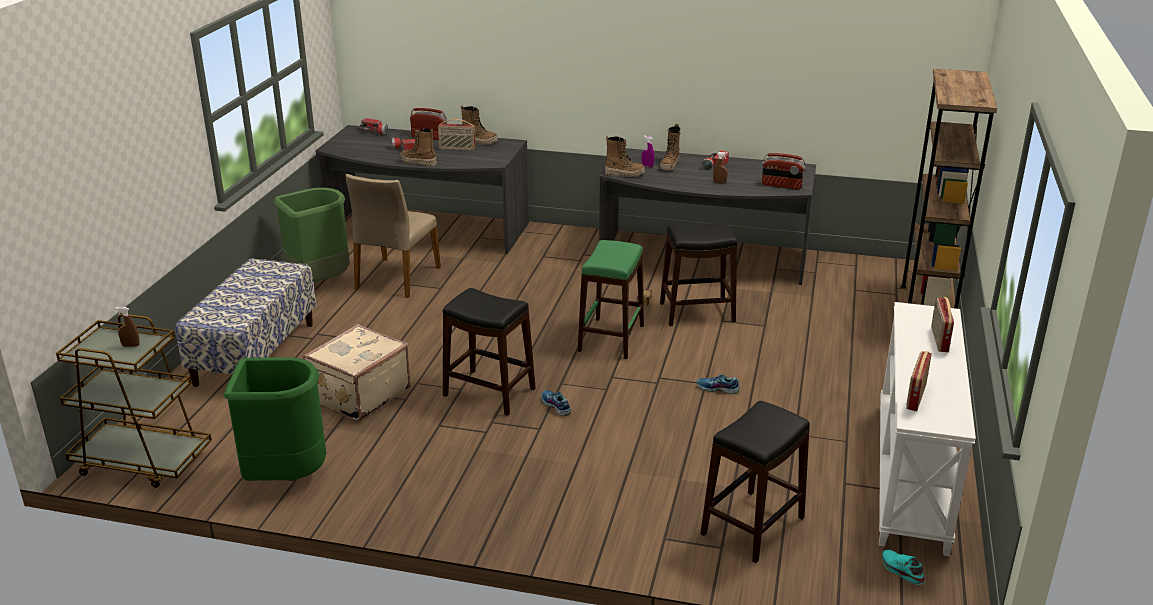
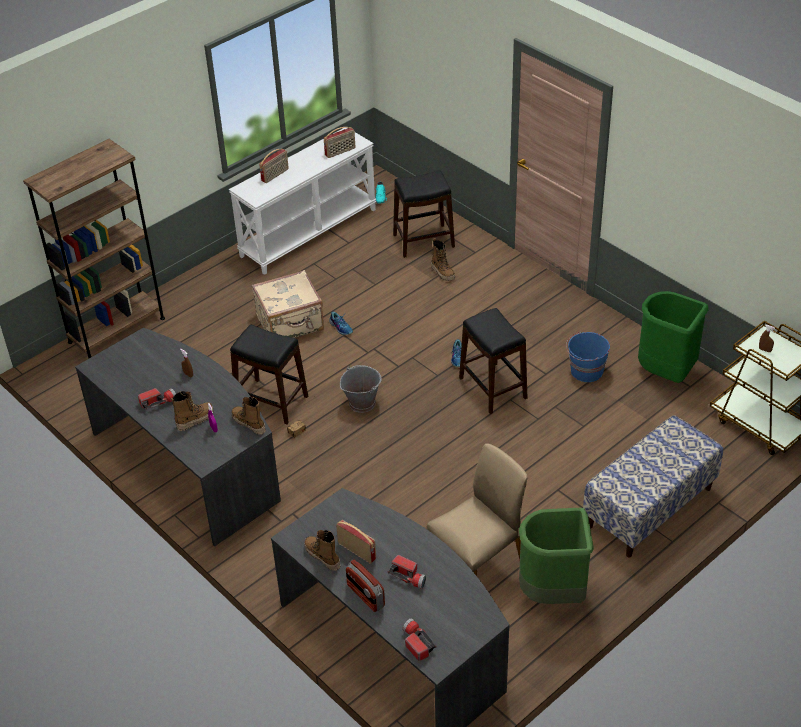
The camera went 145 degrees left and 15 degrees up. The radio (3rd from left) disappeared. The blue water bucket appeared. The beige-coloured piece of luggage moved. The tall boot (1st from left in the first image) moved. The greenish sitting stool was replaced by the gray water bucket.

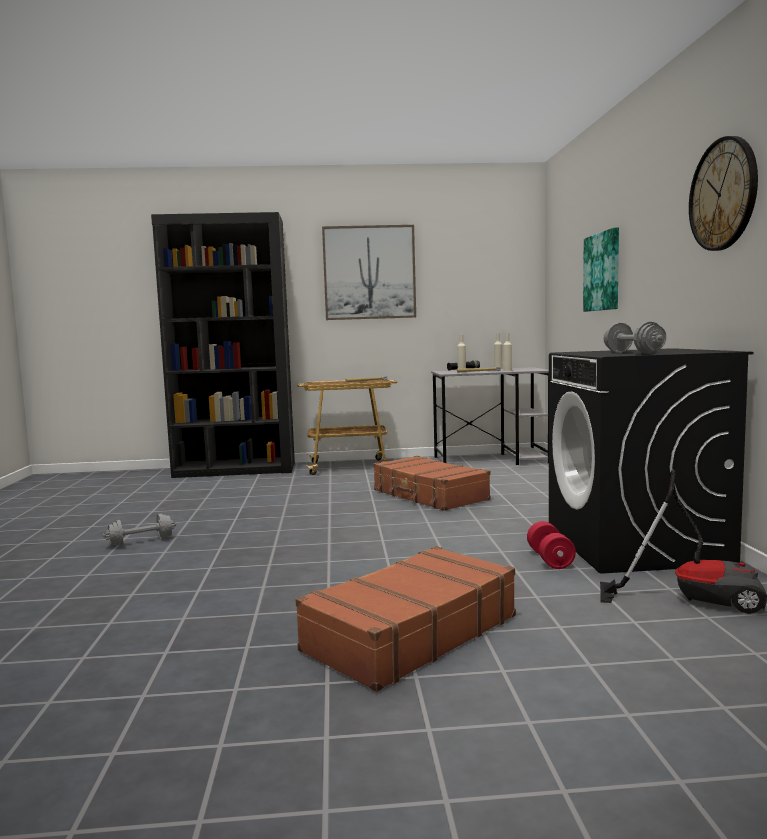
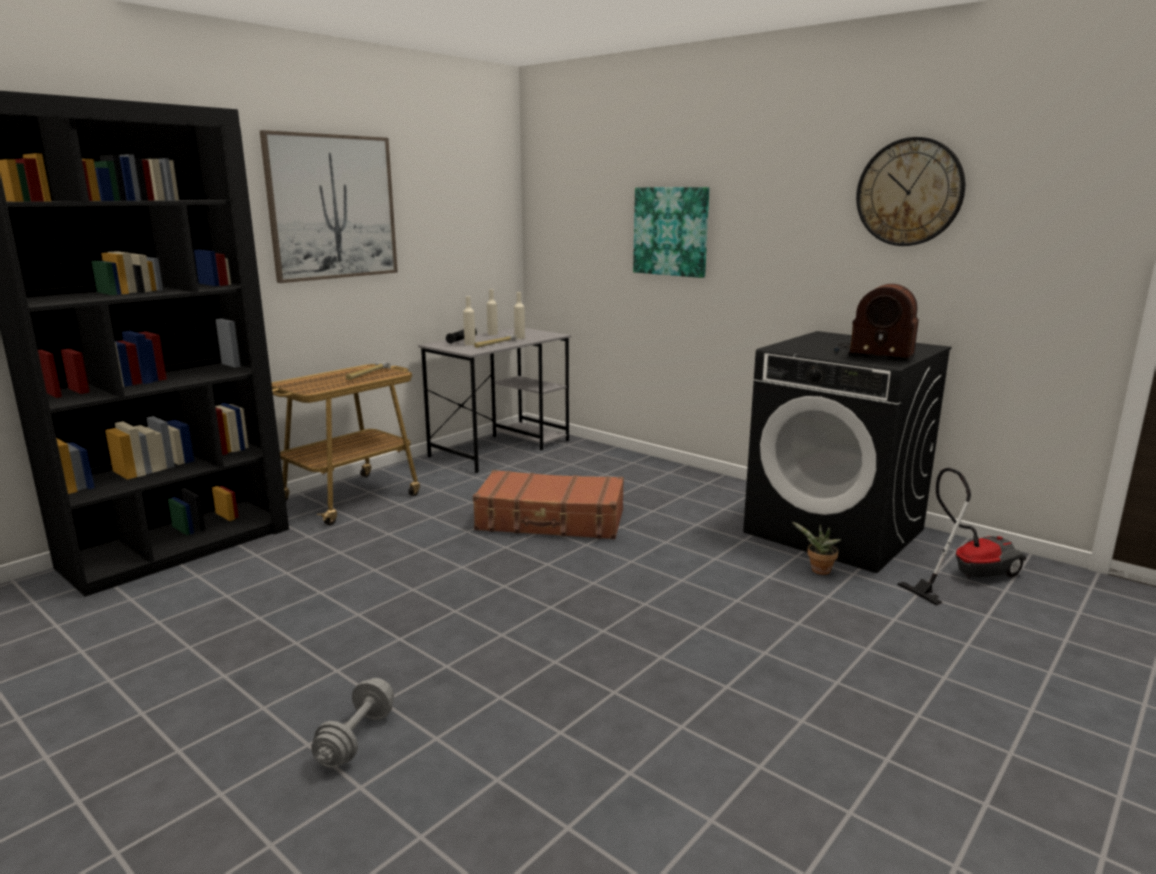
The camera went 45 degrees left and 10 degrees up. The brownish piece of luggage (1st from left) disappeared. The red-coloured dumbbell was replaced by the plant in a pot. The gray dumbbell (2nd from left) was replaced by the radio.

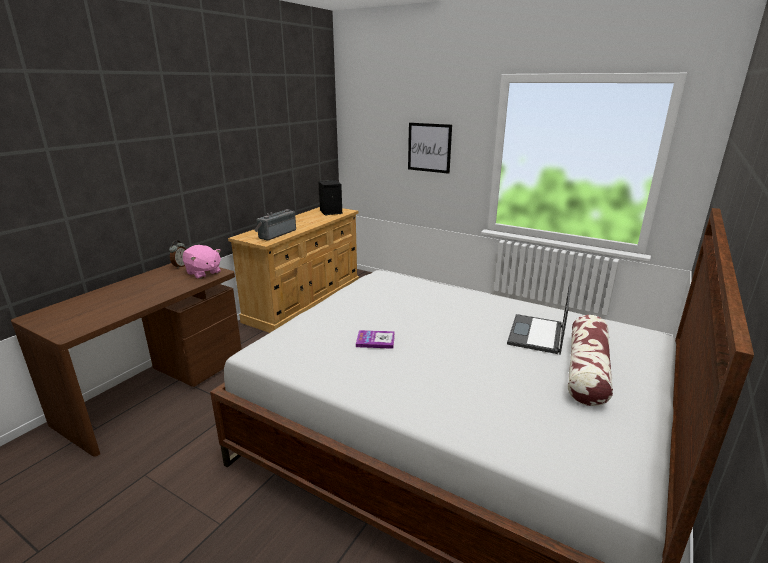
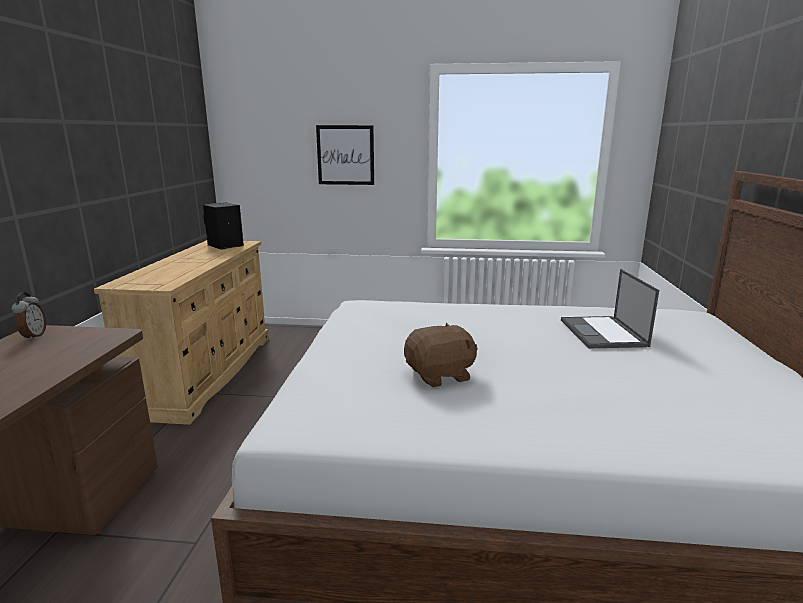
The camera went 25 degrees left and 5 degrees down. The pink cuddly toy disappeared. The radio disappeared. The throw pillow disappeared. The volume was replaced by the brownish cuddly toy.

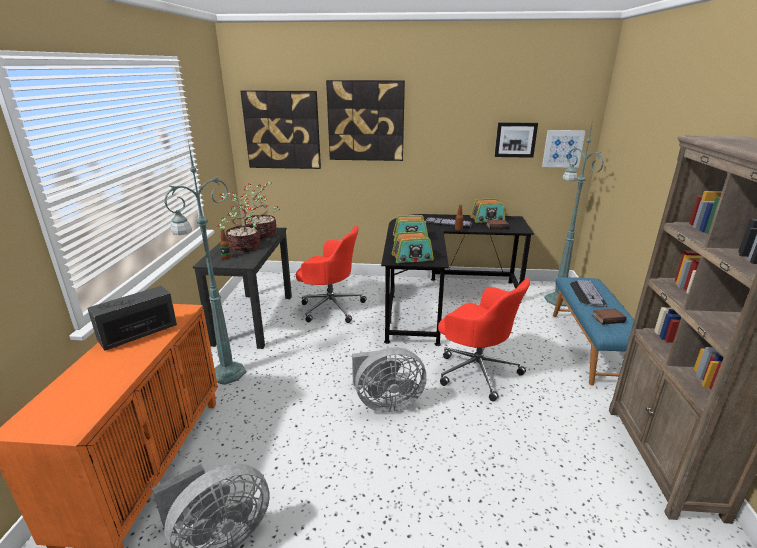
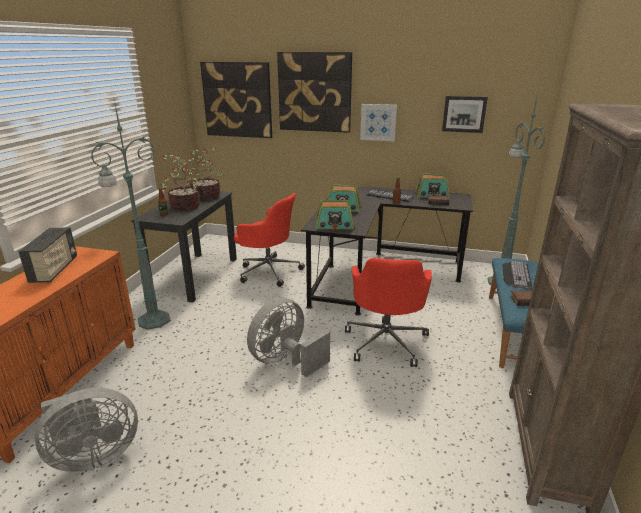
The camera went 10 degrees right and 0 degrees up. The wall art (4th from left in the first image) moved. The radio (1st from left) turned 120 degrees clockwise. The gray cooling fan (2nd from left) turned 135 degrees clockwise. The red-coloured computer chair (2nd from left) turned 45 degrees clockwise.

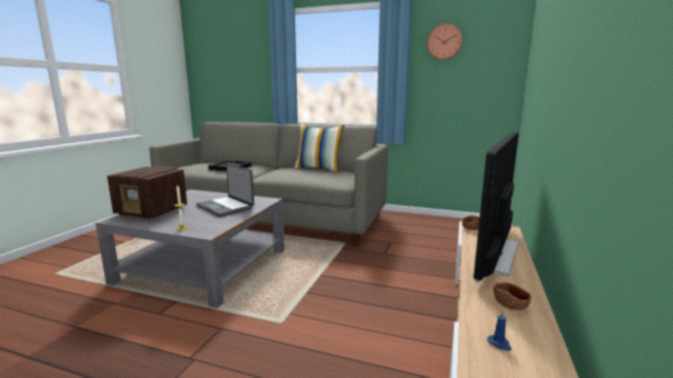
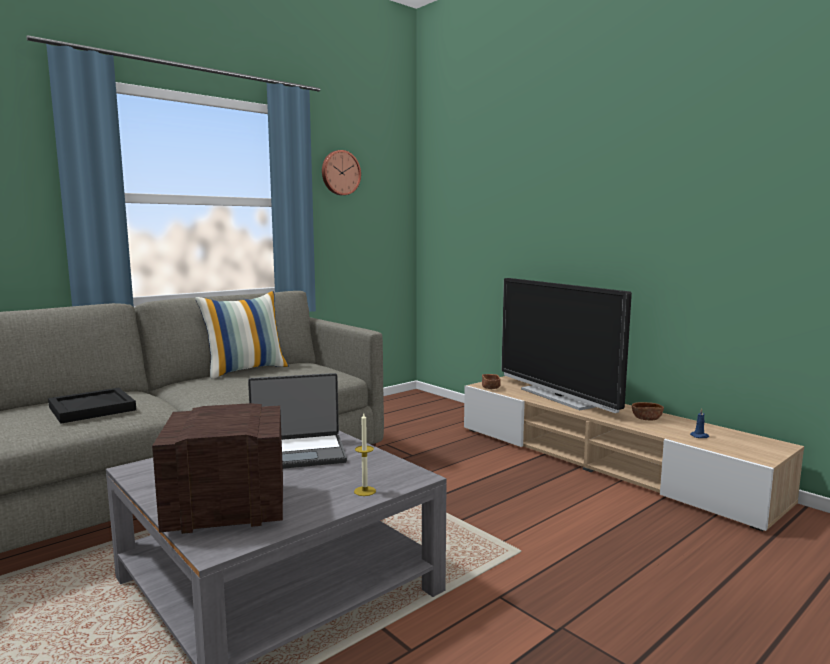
The camera went 60 degrees left and 5 degrees down. The radio turned 150 degrees counterclockwise.

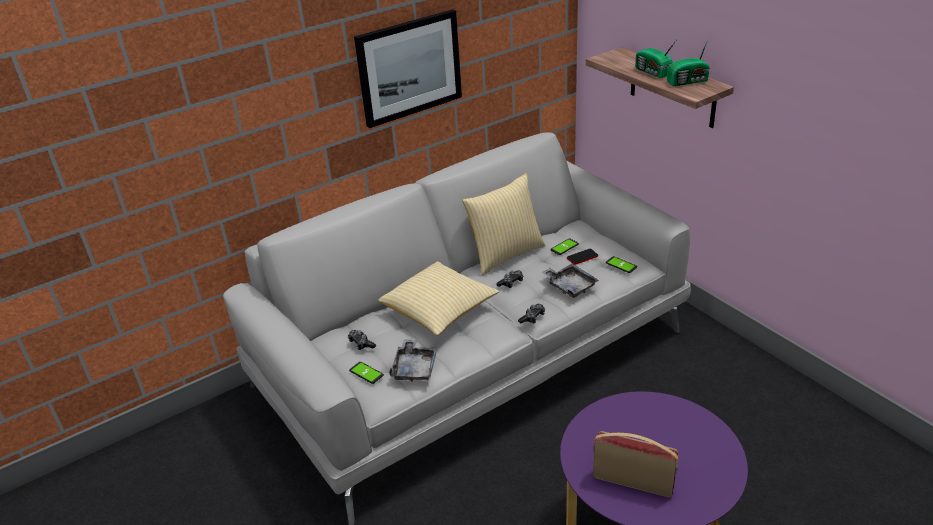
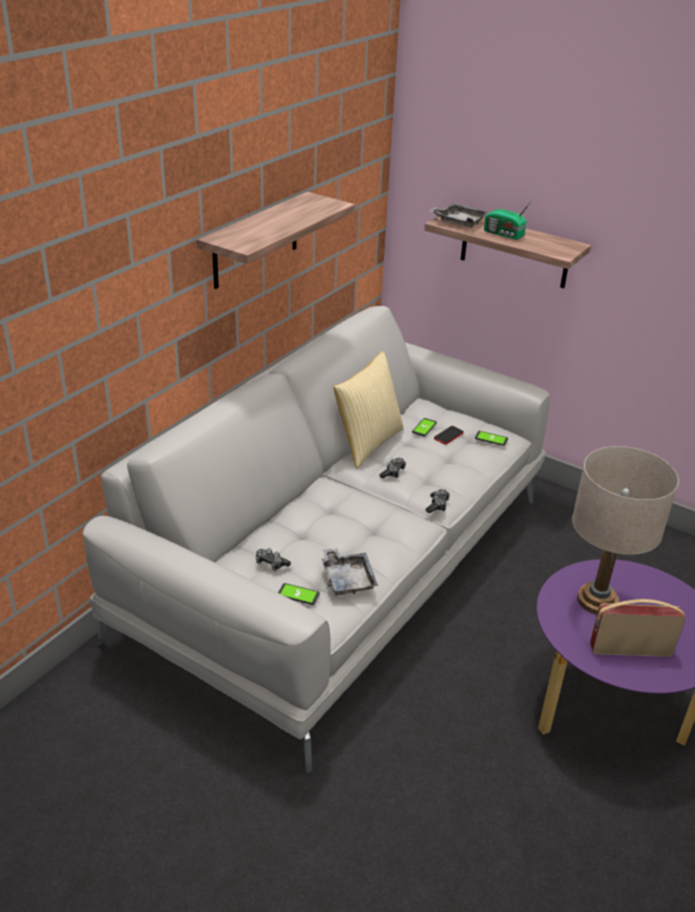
The camera went 25 degrees left and 0 degrees up. The throw pillow (1st from left) disappeared. The radio (3rd from left) disappeared. The beige-coloured table lamp appeared. The gray tray (2nd from left) moved. The wall art was replaced by the bracket shelf (1st from left).

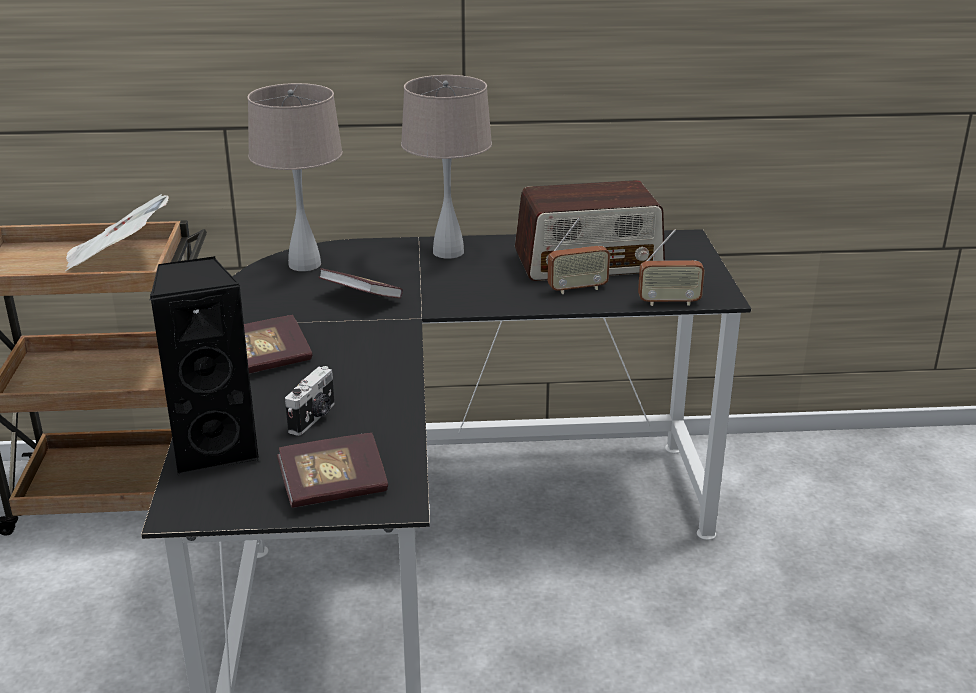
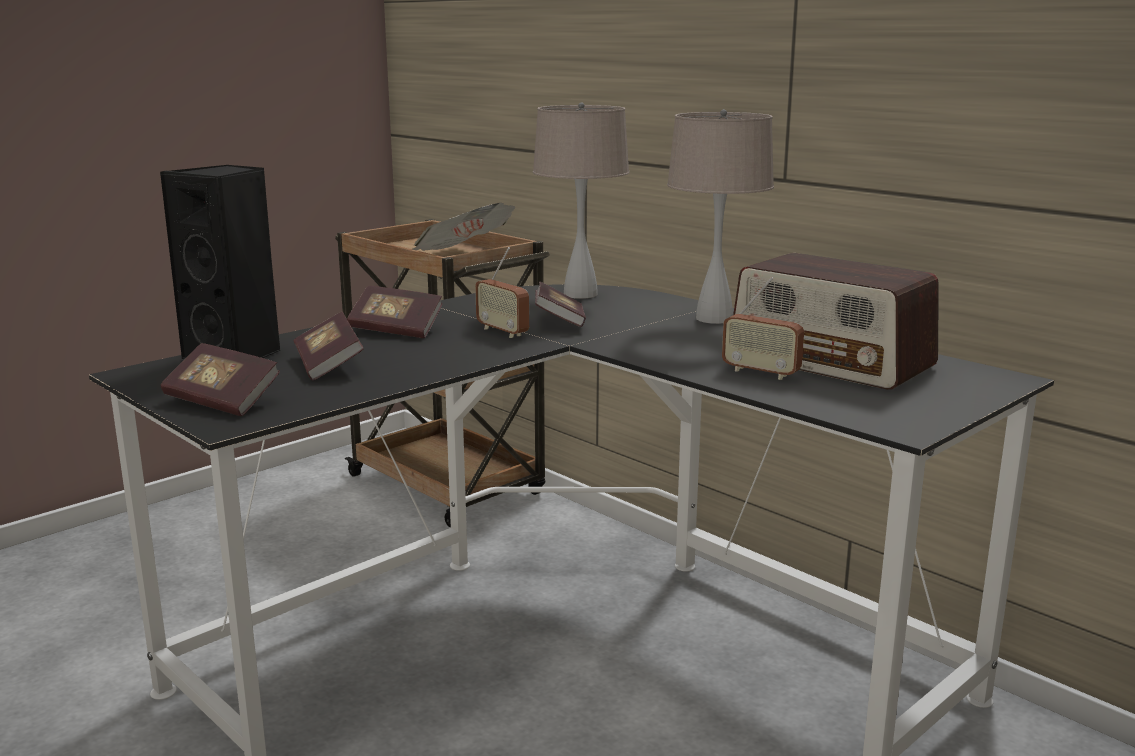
The camera went 50 degrees right and 10 degrees down. The radio (3rd from left in the first image) moved. The photo camera was replaced by the volume (2nd from left).

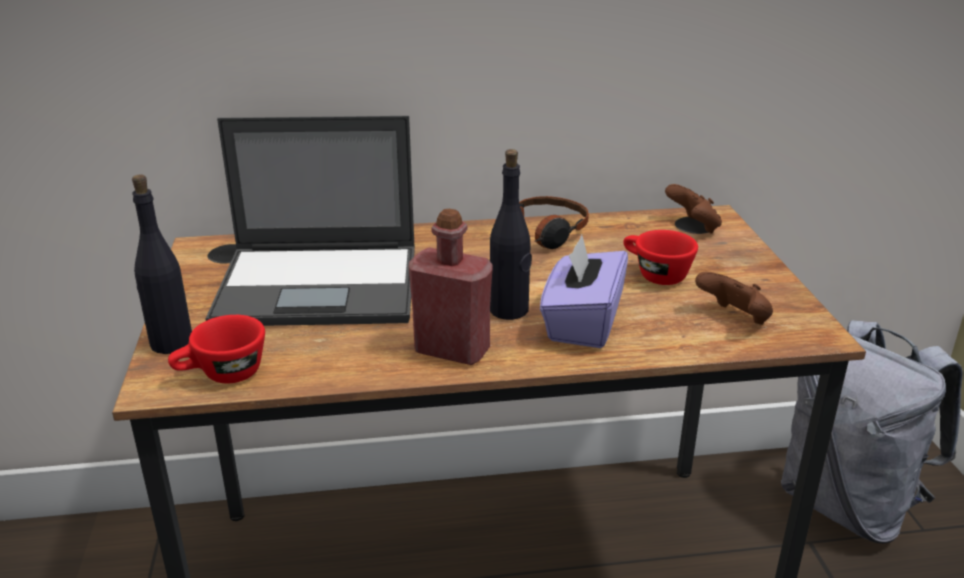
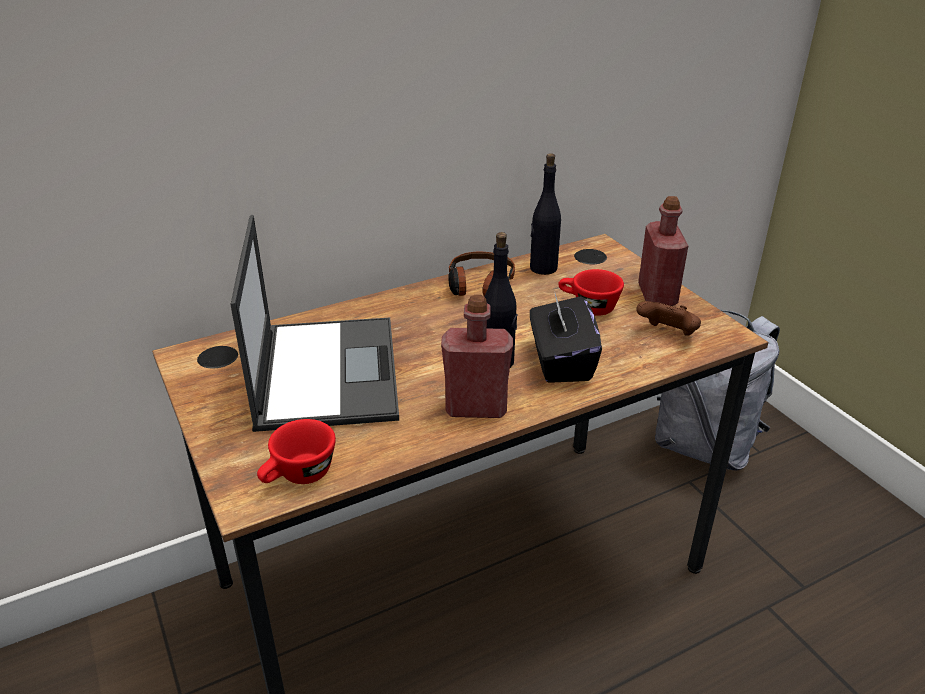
The camera went 20 degrees left and 5 degrees up. The brownish game controller (1st from left) disappeared. The red-coloured beverage bottle (2nd from left) appeared. The black-coloured beverage bottle (1st from left in the first image) moved. The purple-coloured tissue box became the black-coloured tissue box. The notebook computer turned 75 degrees counterclockwise.

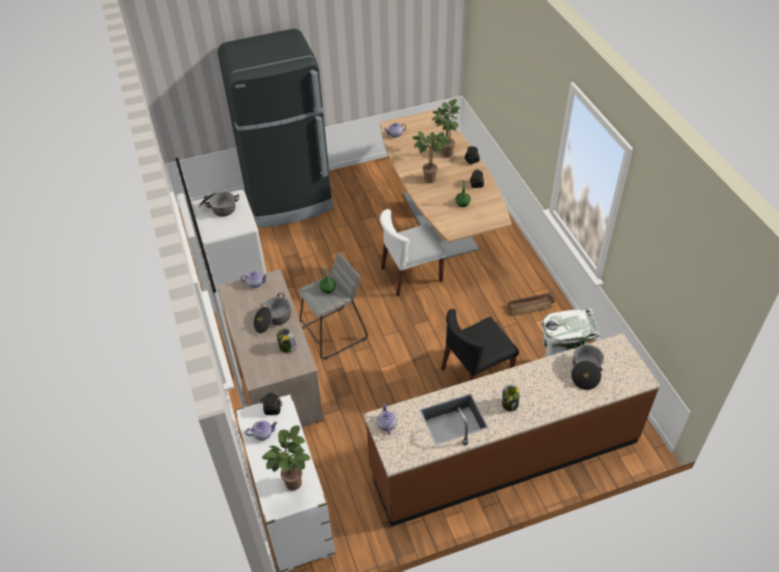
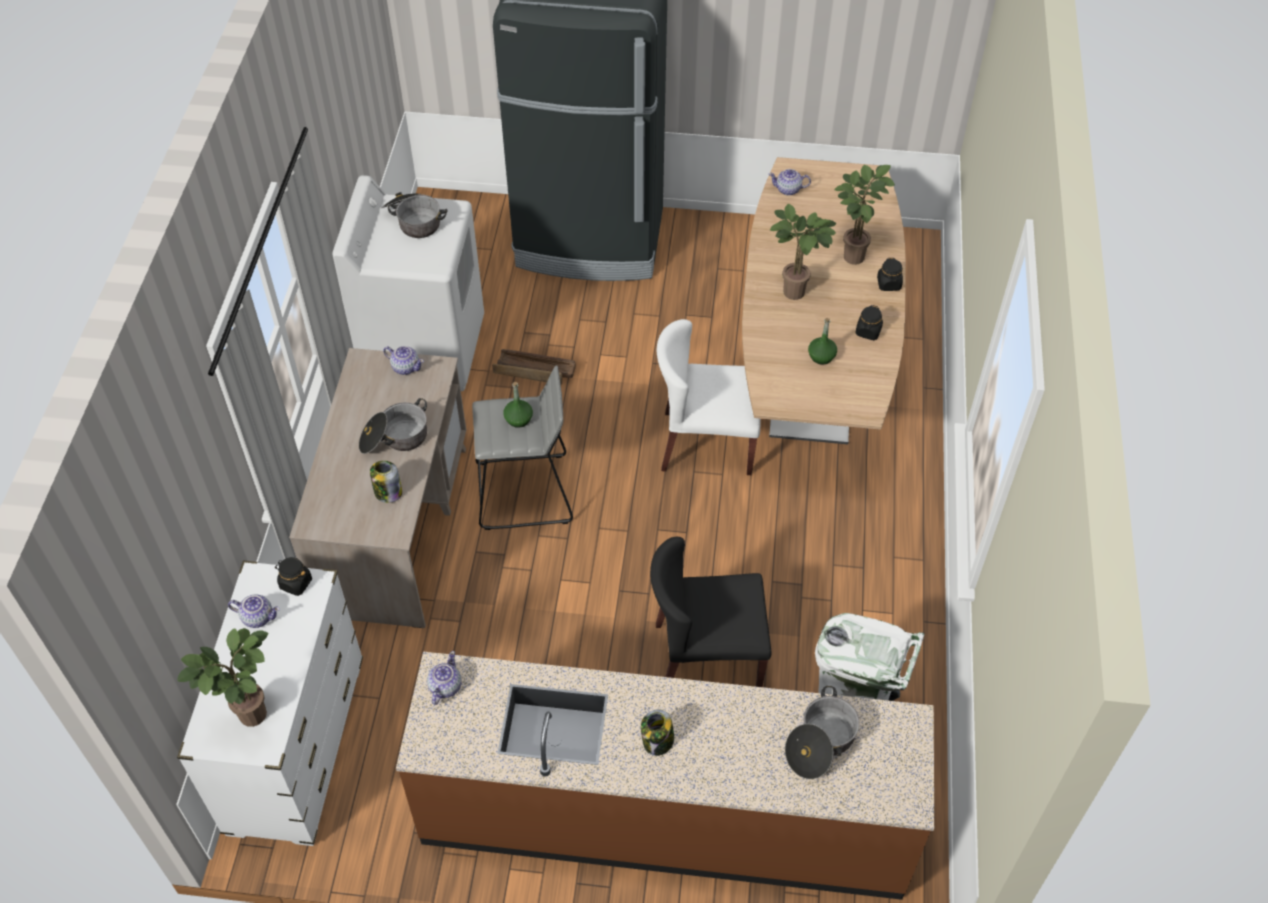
The camera went 25 degrees right and 5 degrees up. The shipping crate moved.

